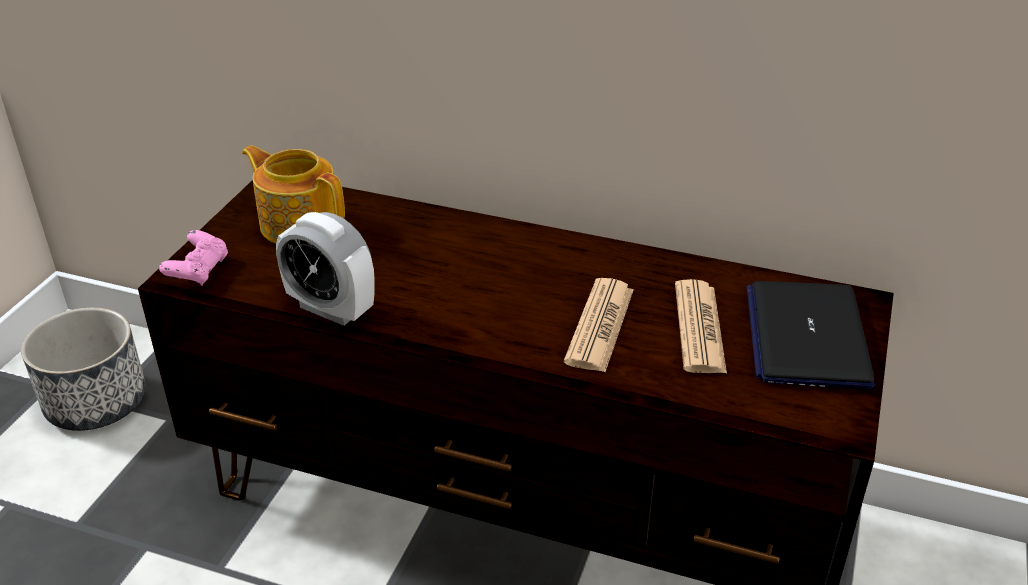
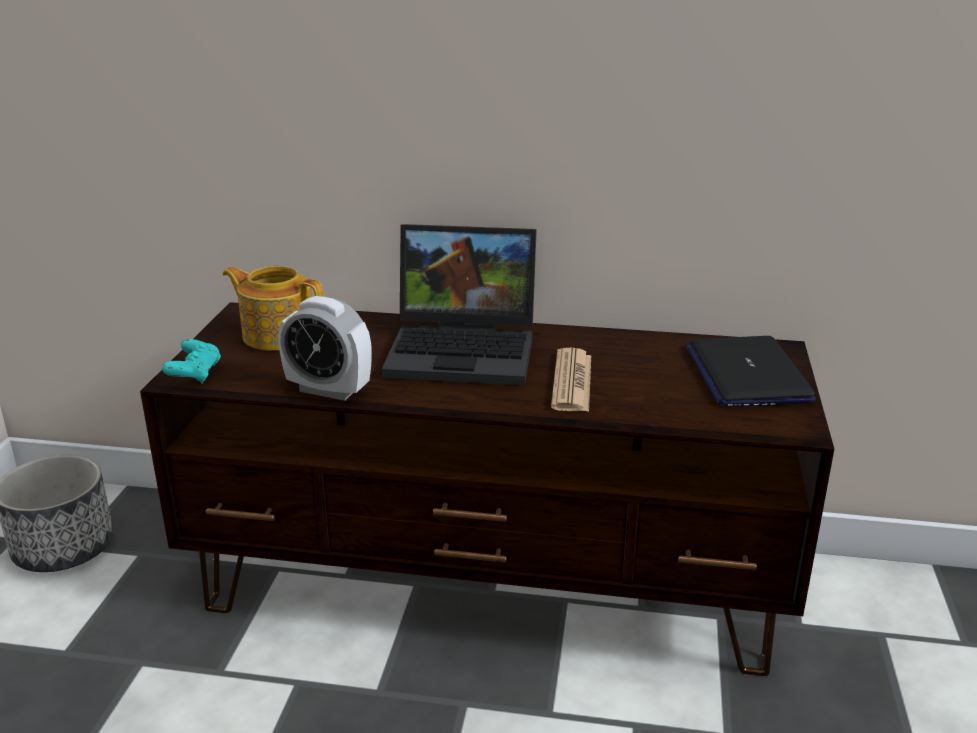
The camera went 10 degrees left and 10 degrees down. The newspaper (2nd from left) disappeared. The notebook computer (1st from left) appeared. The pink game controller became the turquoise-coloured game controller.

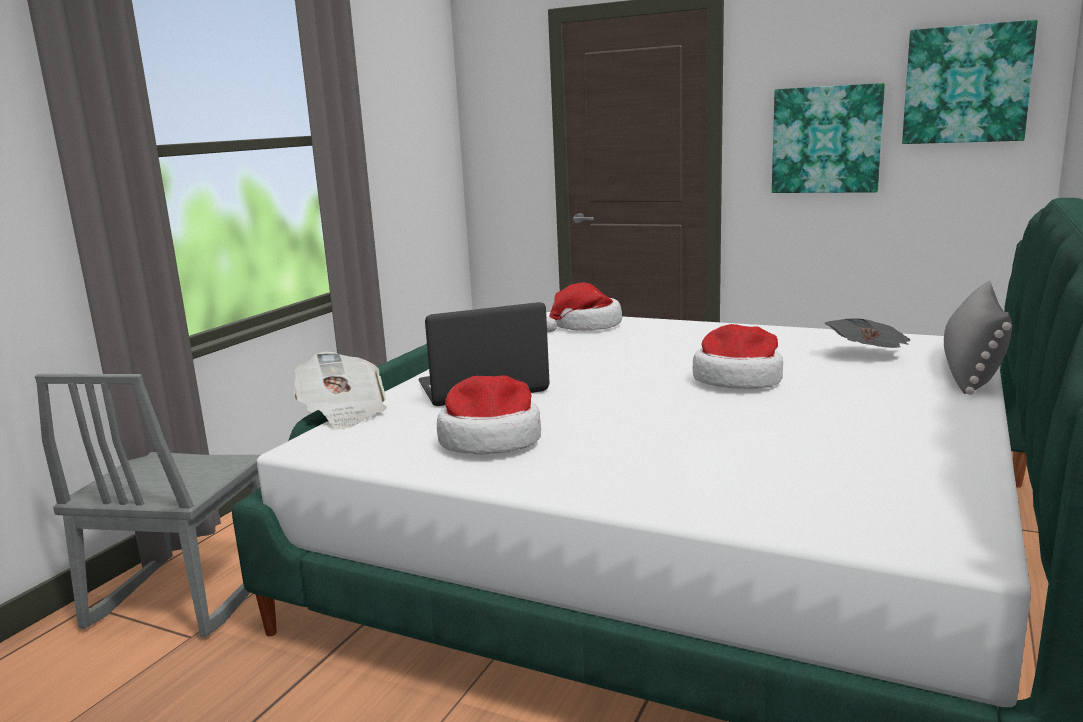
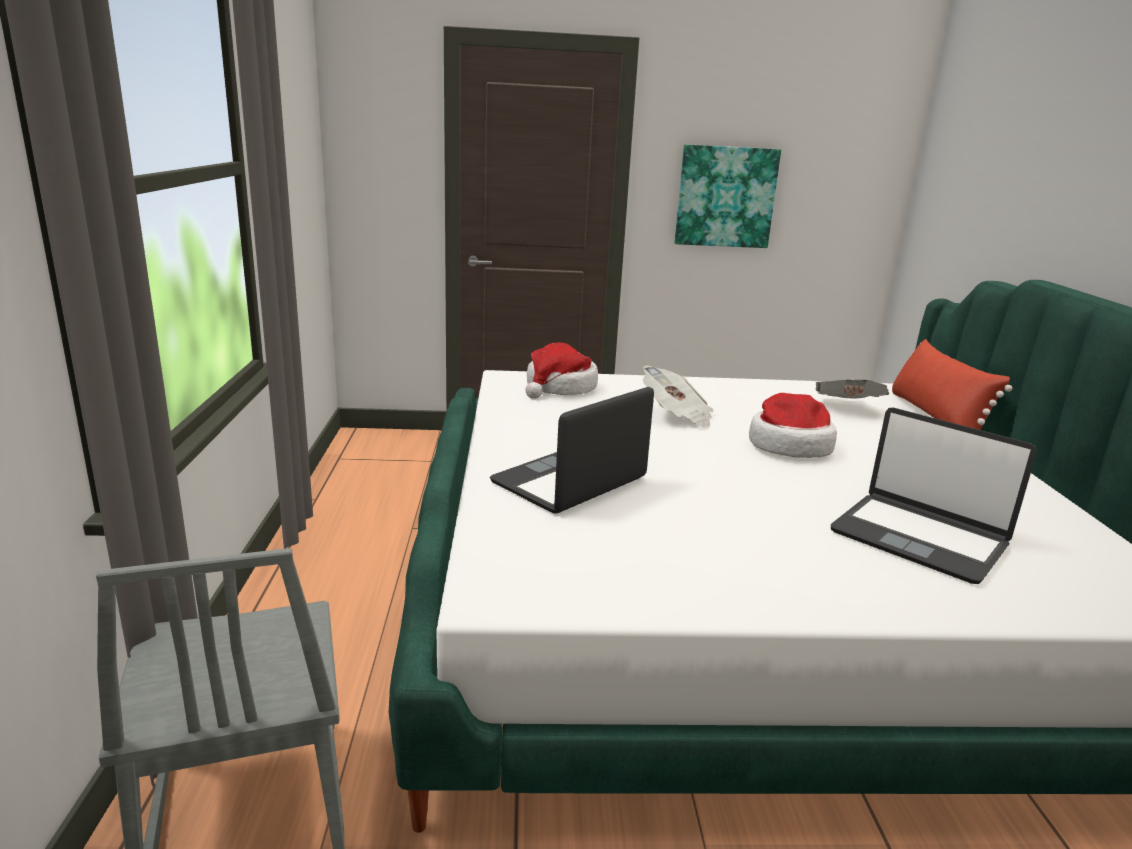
The camera went 30 degrees left and 5 degrees up. The hat (1st from left) disappeared. The wall art (2nd from left) disappeared. The notebook computer (2nd from left) appeared. The newspaper (1st from left) moved. The gray throw pillow became the red-coloured throw pillow.

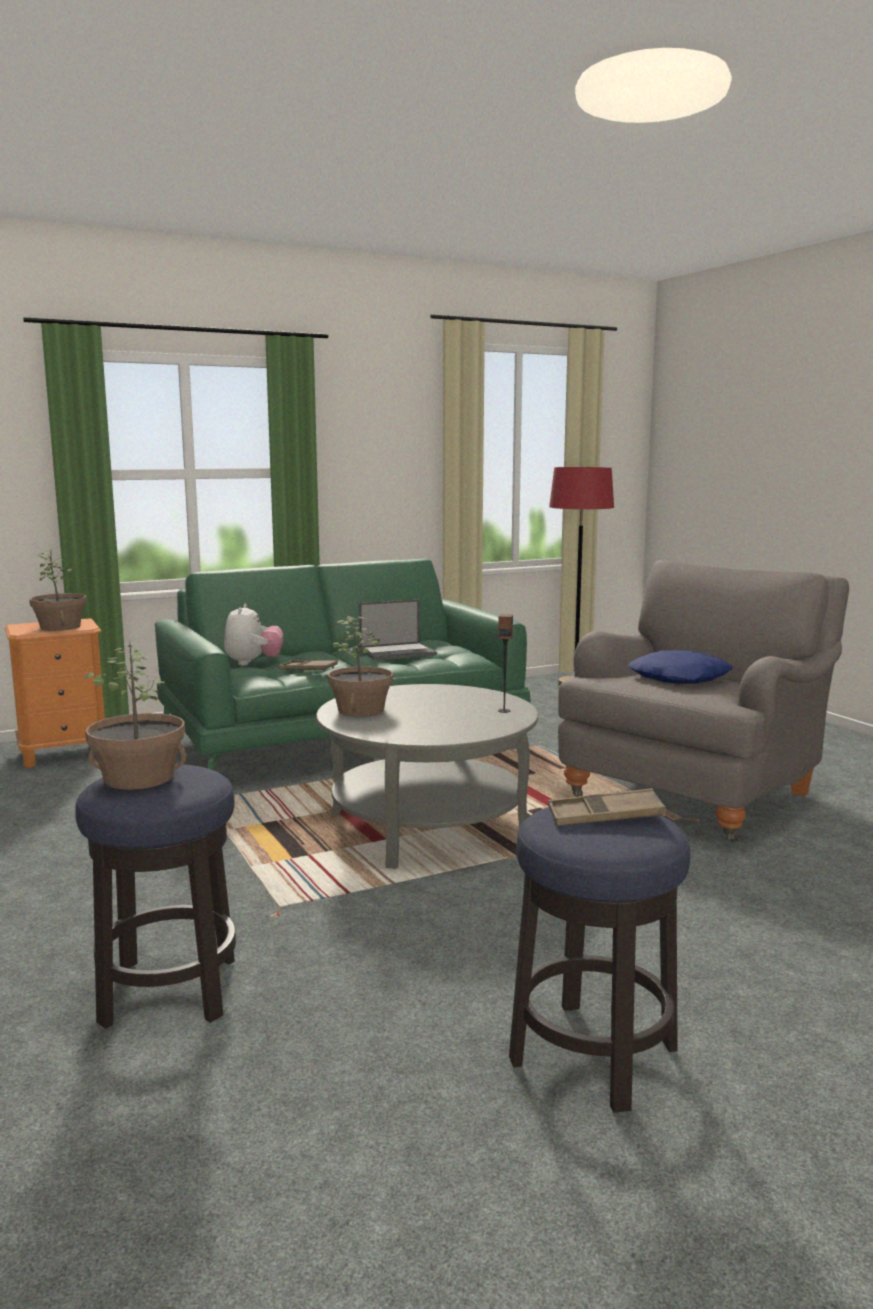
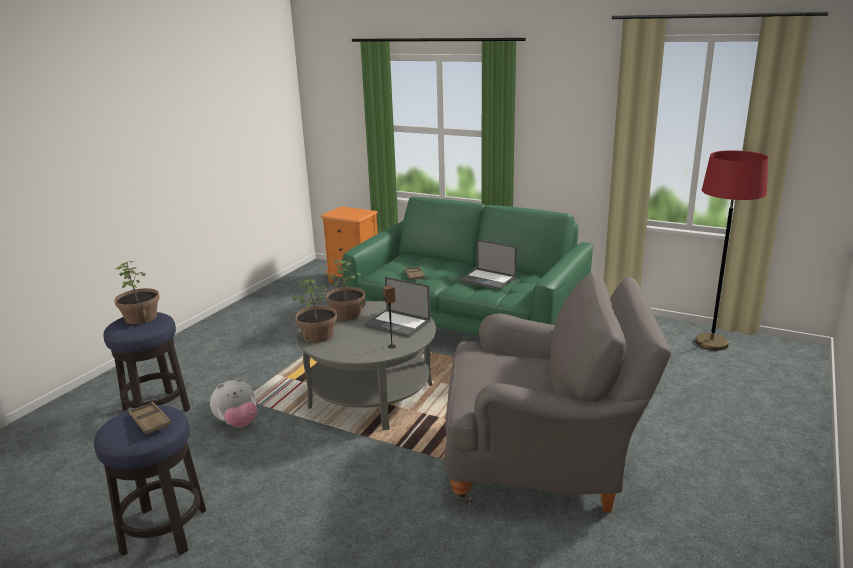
The camera went 55 degrees right and 10 degrees up. The blue throw pillow disappeared. The notebook computer (1st from left) appeared. The plant in a pot (1st from left in the first image) moved. The cuddly toy moved.

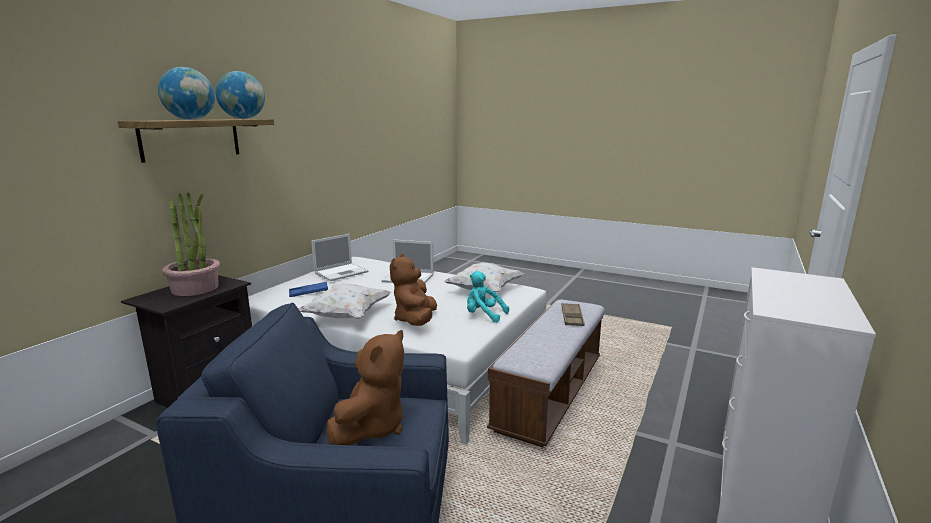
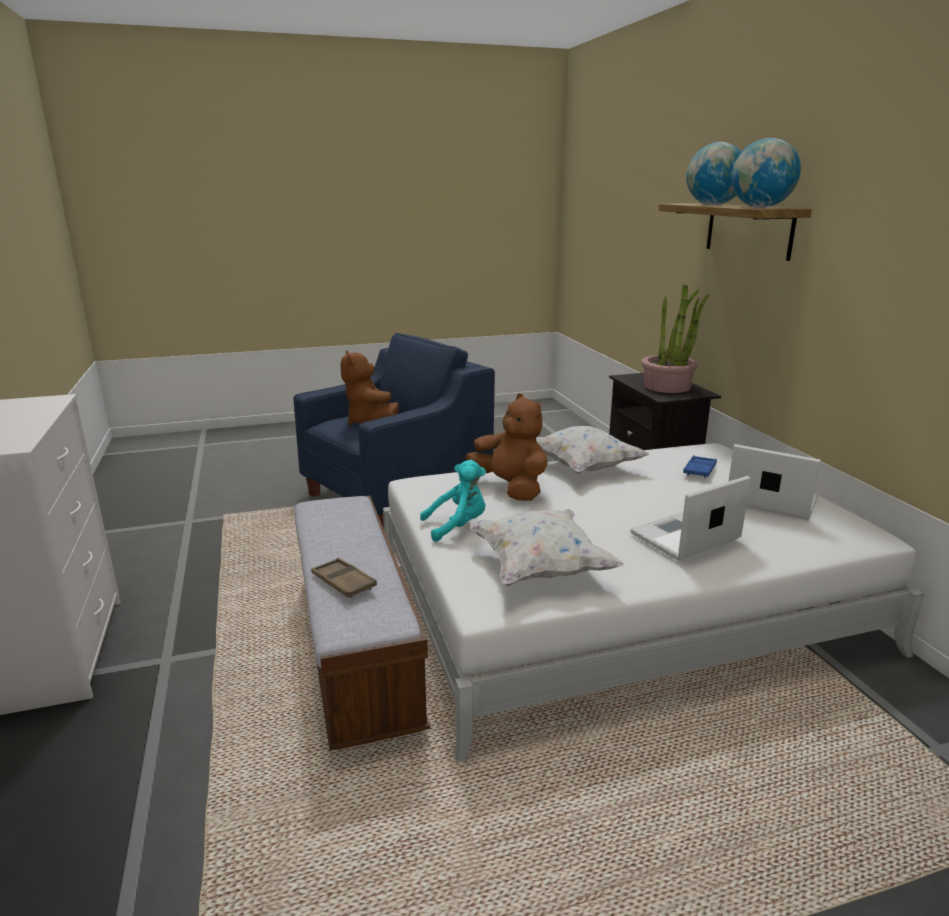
The camera went 135 degrees right and 5 degrees up. The notebook computer (1st from left in the first image) turned 120 degrees clockwise.

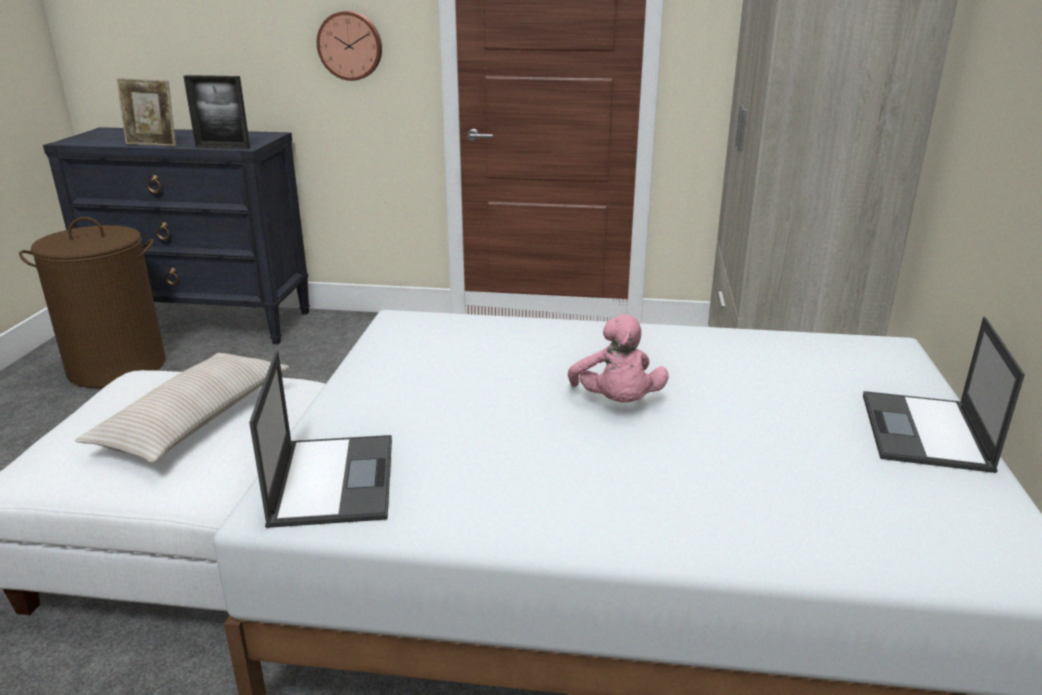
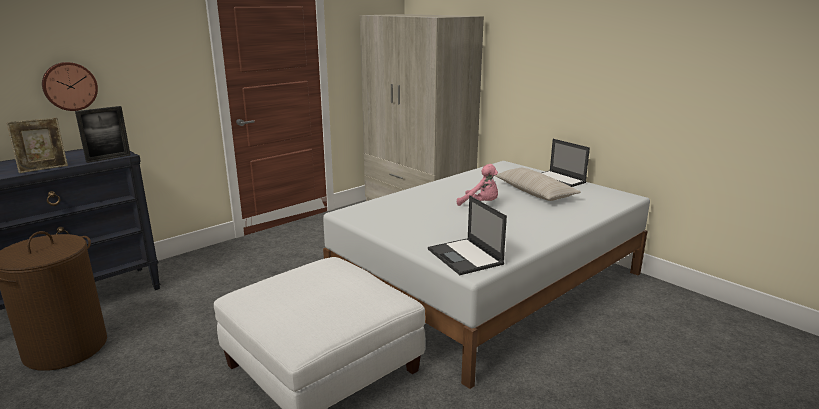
The camera went 50 degrees left and 5 degrees down. The beige-coloured throw pillow moved. The wall clock moved. The notebook computer (1st from left) turned 150 degrees counterclockwise.

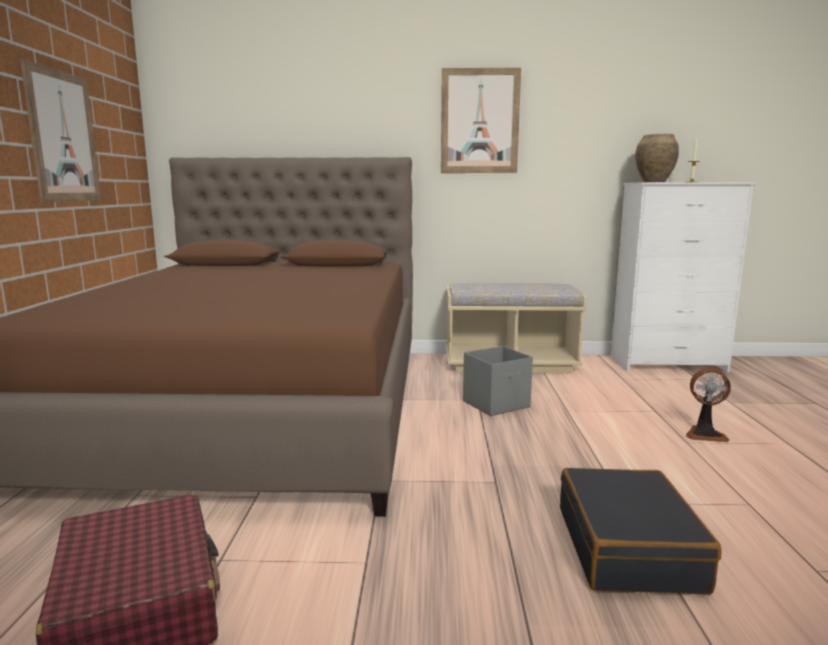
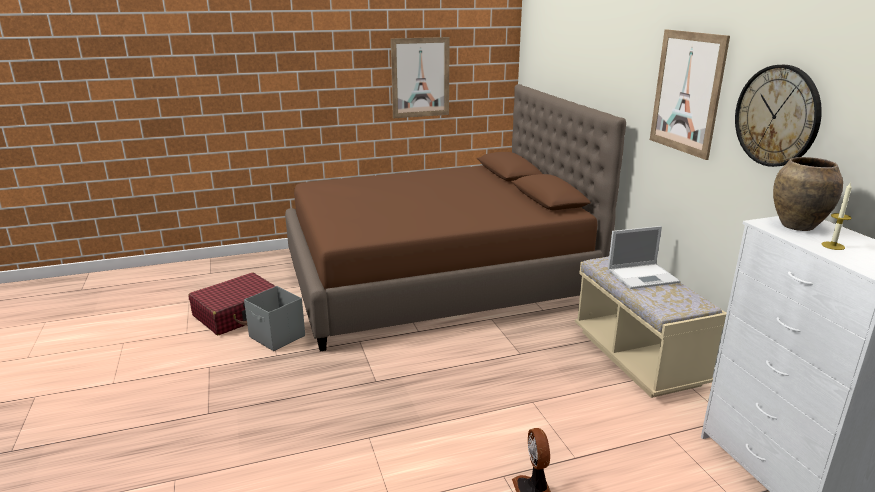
The camera went 70 degrees right and 10 degrees up. The black-coloured piece of luggage disappeared. The notebook computer appeared. The wall clock appeared. The gray storage container moved.

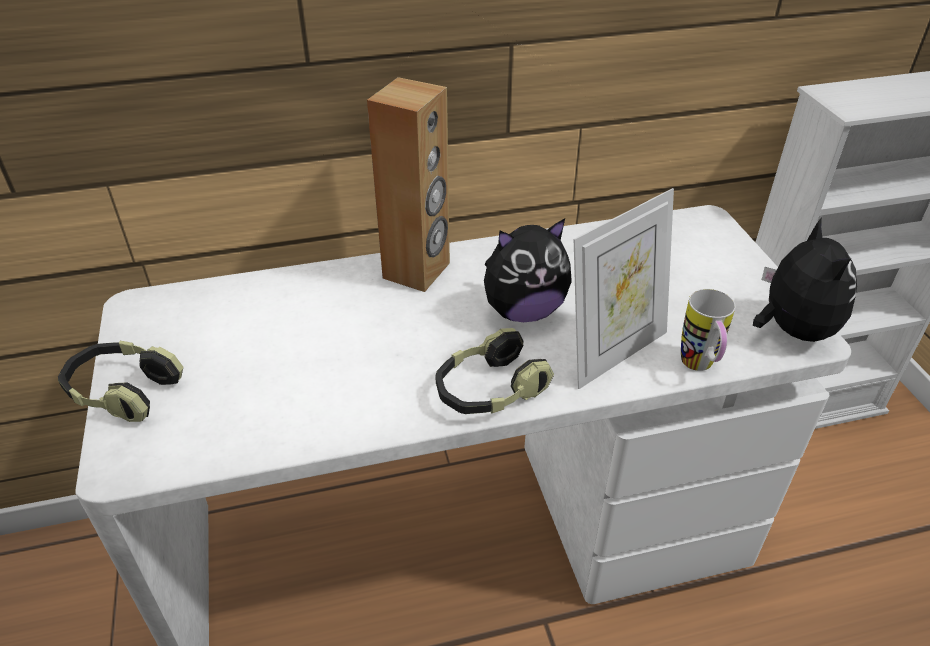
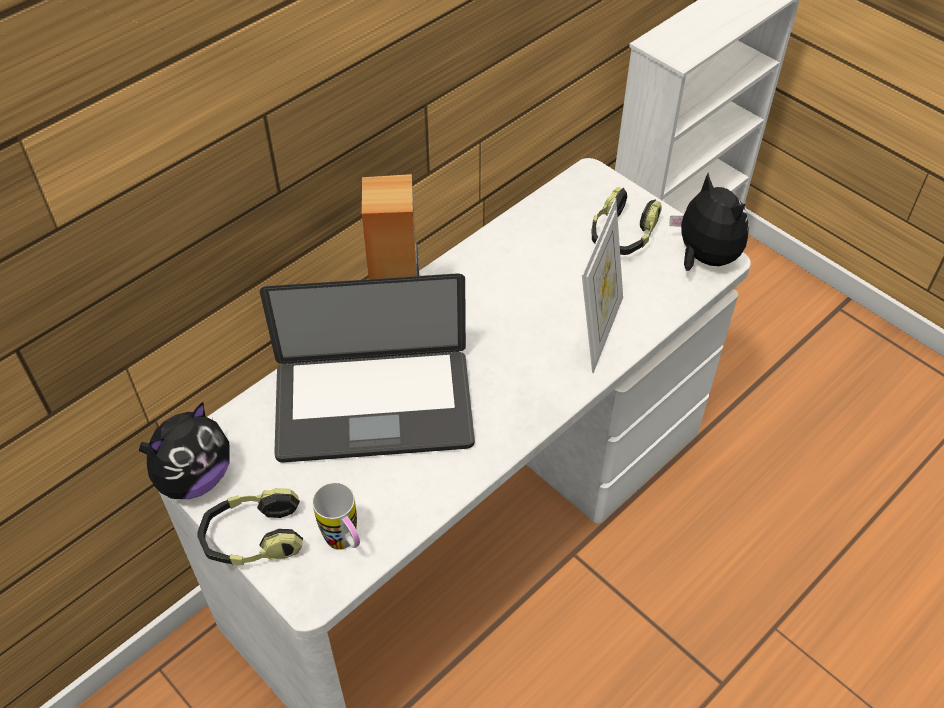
The camera went 30 degrees left and 10 degrees up. The notebook computer appeared. The pair of headphones (2nd from left) moved. The cuddly toy (1st from left) moved. The tea mug moved.

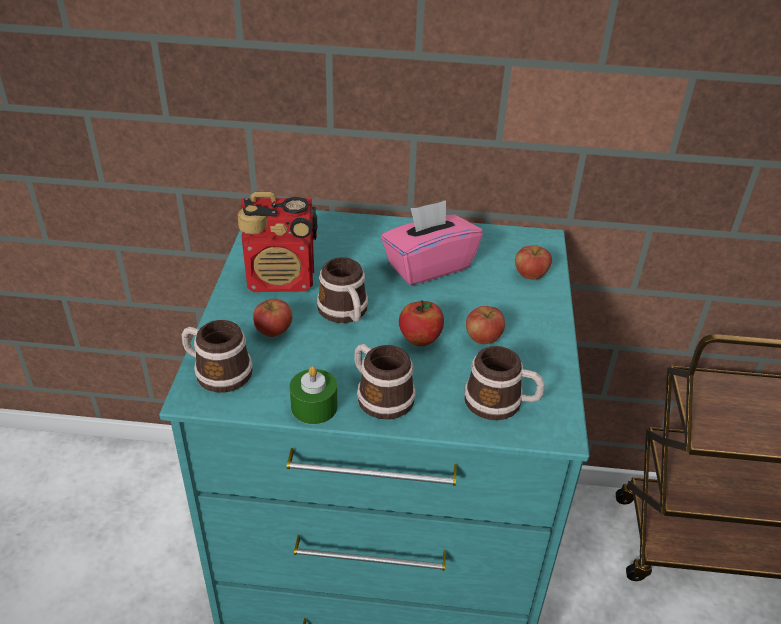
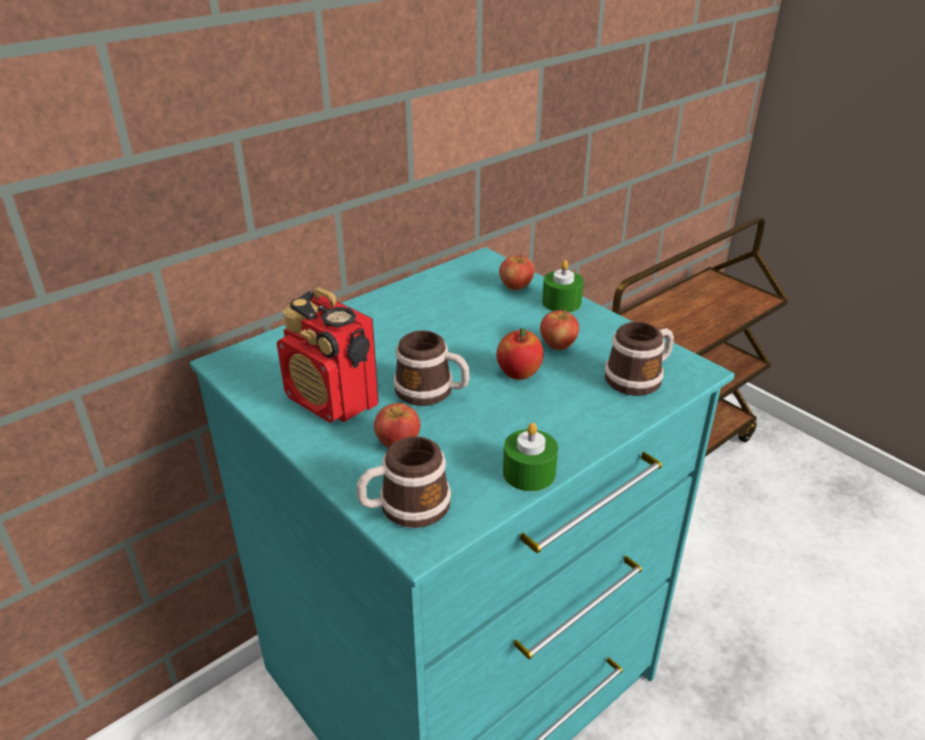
The camera went 45 degrees left and 5 degrees down. The tea mug (3rd from left) disappeared. The pink tissue box disappeared. The greenish candle (2nd from left) appeared. The radio turned 90 degrees clockwise.

